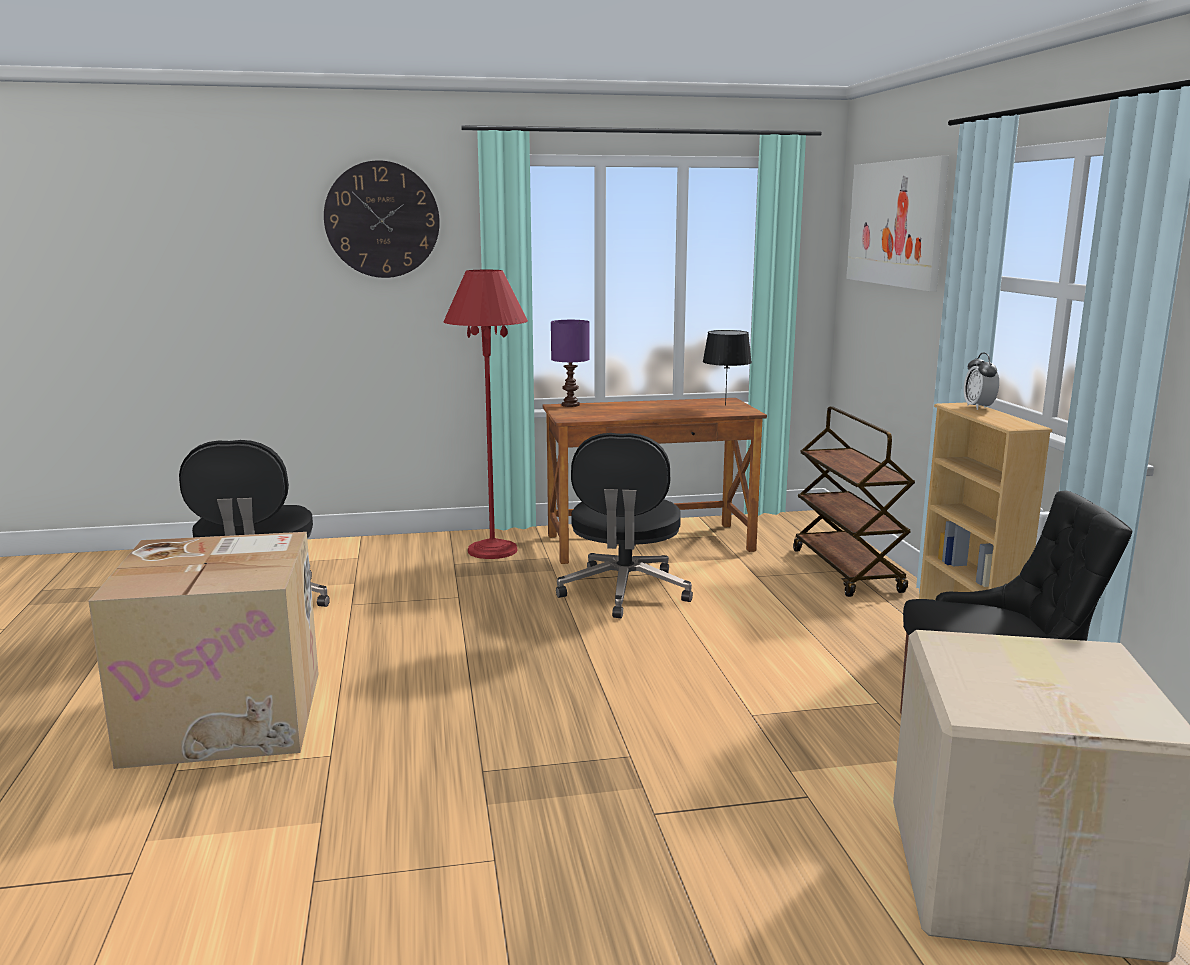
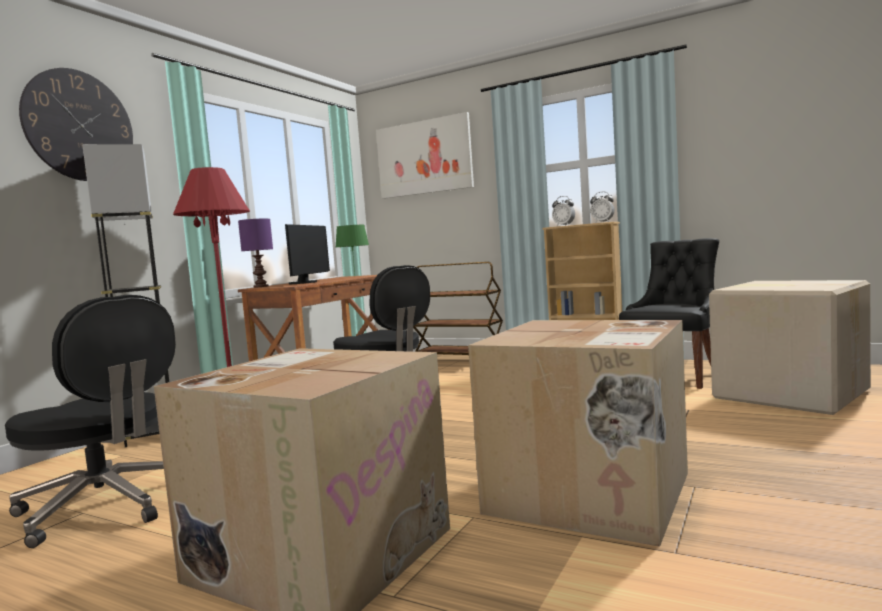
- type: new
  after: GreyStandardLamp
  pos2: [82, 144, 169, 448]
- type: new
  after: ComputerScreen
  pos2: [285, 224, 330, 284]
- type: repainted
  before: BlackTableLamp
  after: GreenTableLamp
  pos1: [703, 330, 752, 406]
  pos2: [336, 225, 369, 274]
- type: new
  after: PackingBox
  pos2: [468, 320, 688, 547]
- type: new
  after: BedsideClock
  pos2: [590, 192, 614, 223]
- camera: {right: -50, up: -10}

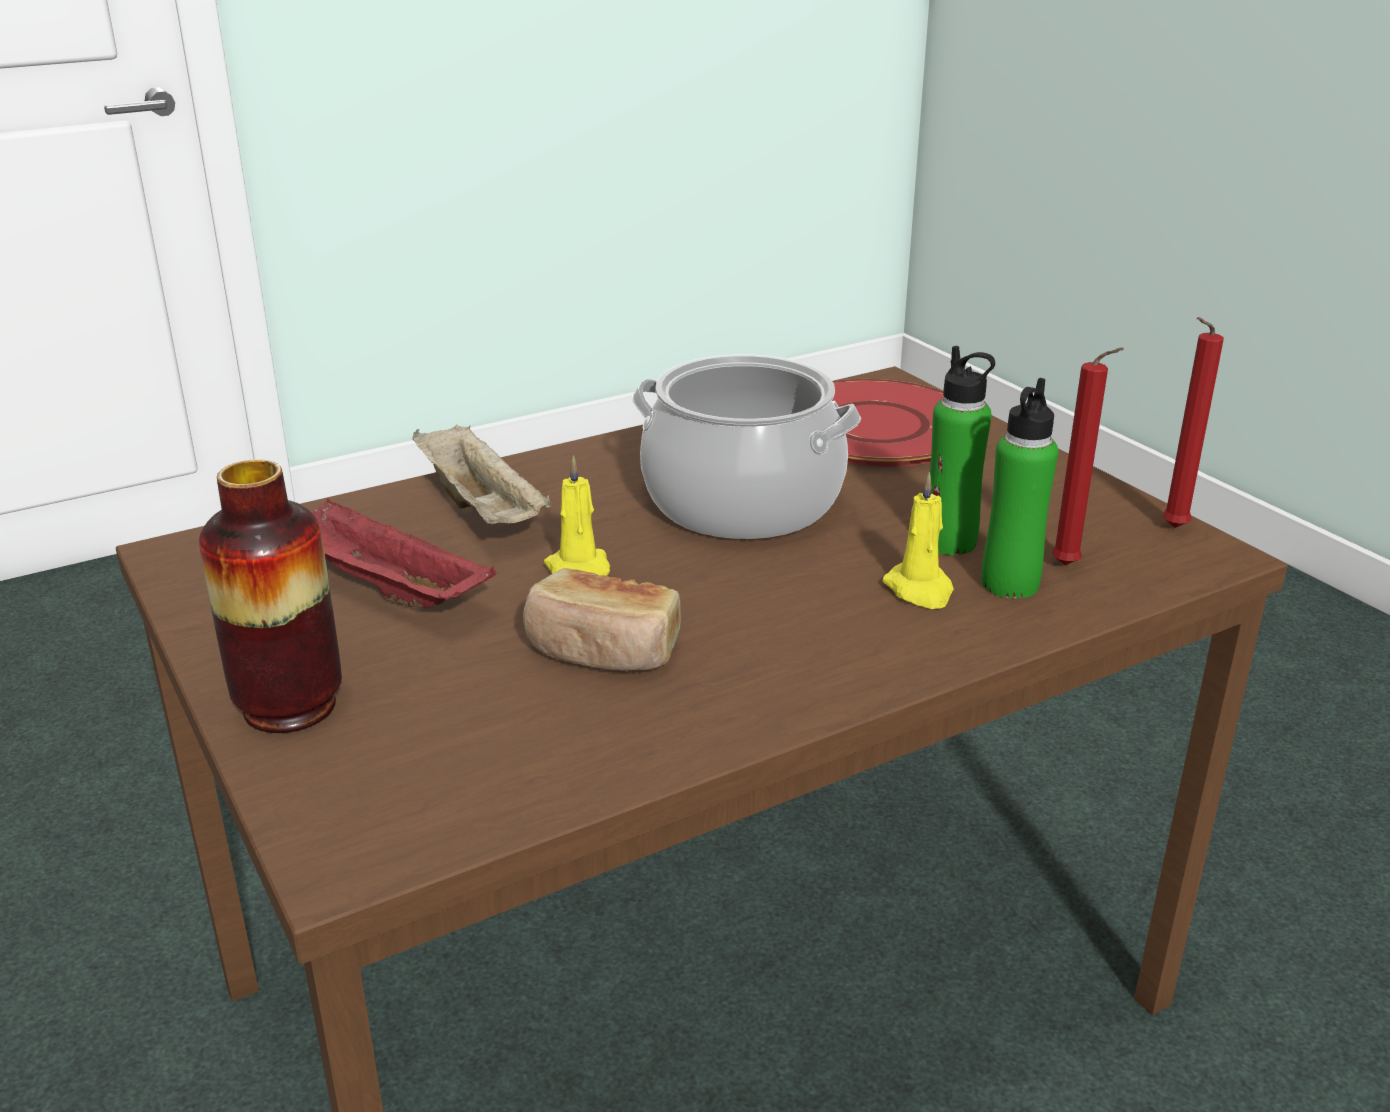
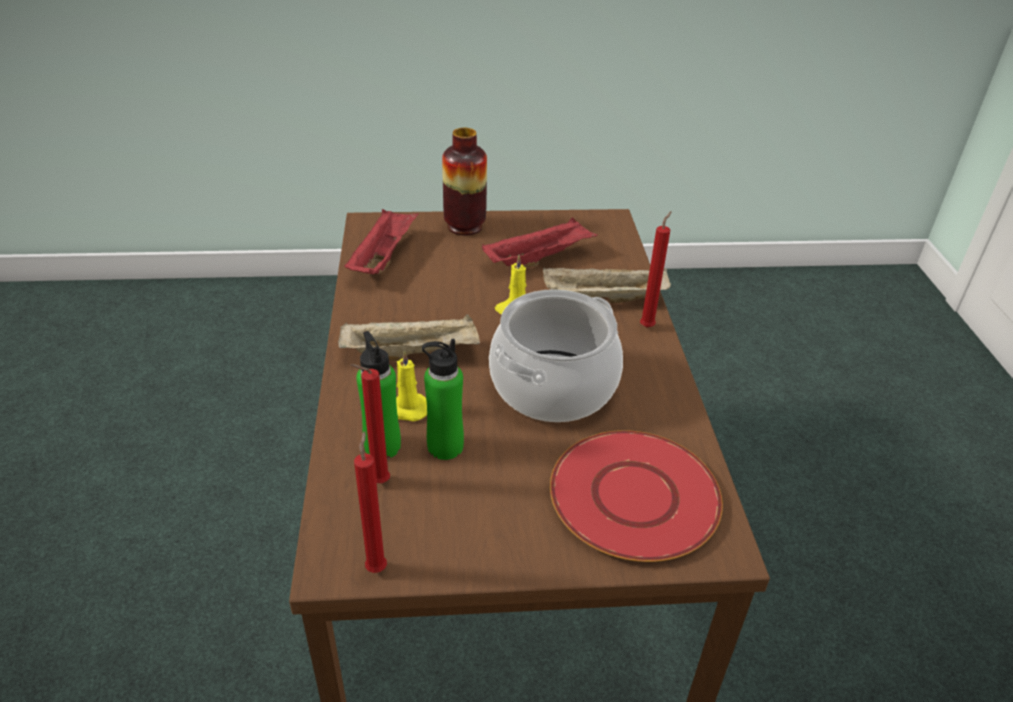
- type: new
  after: SandColouredTray
  pos2: [338, 314, 480, 361]
- type: new
  after: ReddishTray
  pos2: [344, 209, 418, 274]
- type: new
  after: ReddishWaxCandle
  pos2: [640, 211, 672, 328]
- type: gone
  before: BakeryBread
  pos1: [523, 568, 681, 671]
- camera: {right: 115, up: 10}

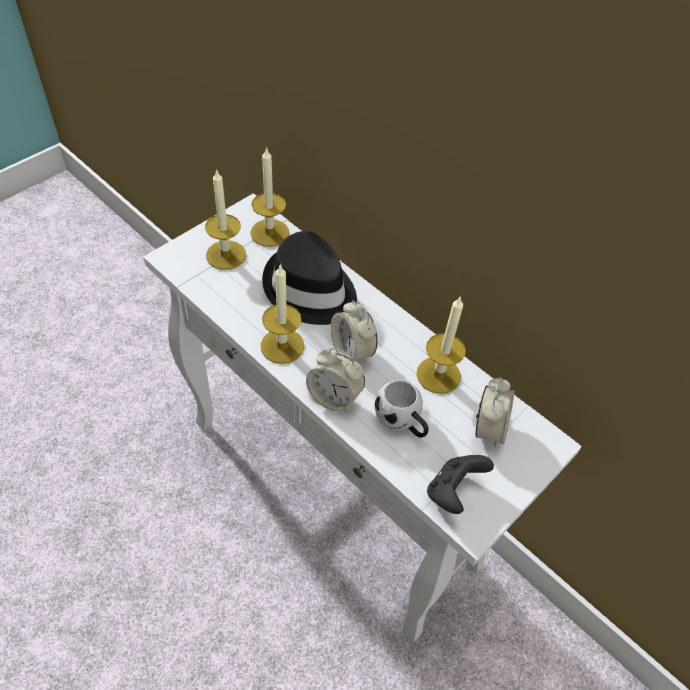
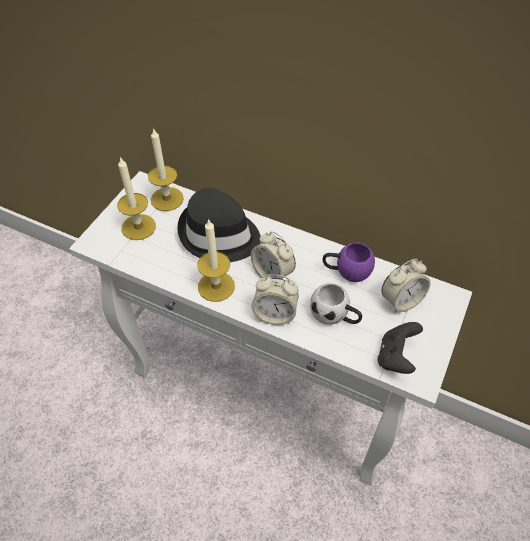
- type: swapped
  before: WaxCandle
  after: PurpleColouredMug
  pos1: [416, 297, 466, 394]
  pos2: [323, 242, 375, 282]
- type: rotated
  before: BedsideClock
  pos1: [476, 377, 514, 448]
  pos2: [381, 259, 431, 313]
  turn: 60
- camera: {right: -15, up: 0}

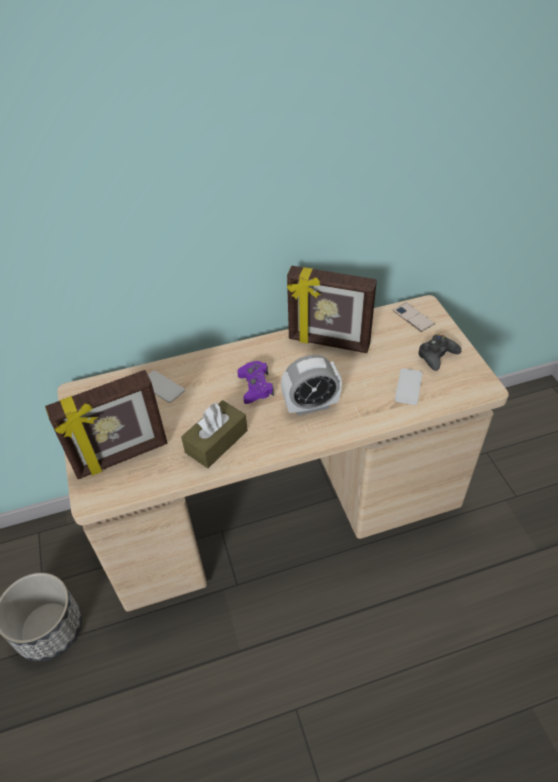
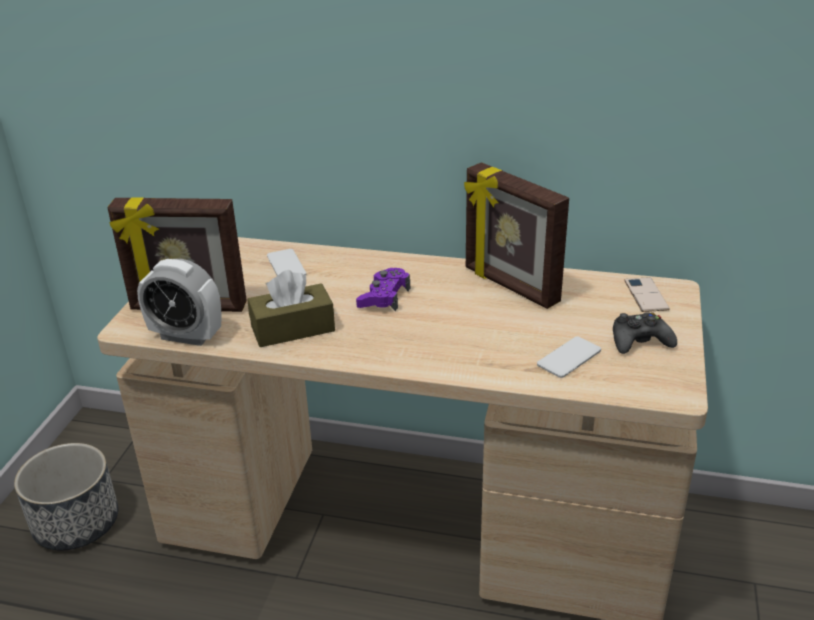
- type: shifted
  before: BedsideClock
  pos1: [281, 355, 342, 415]
  pos2: [137, 259, 222, 346]
- camera: {right: 30, up: -15}

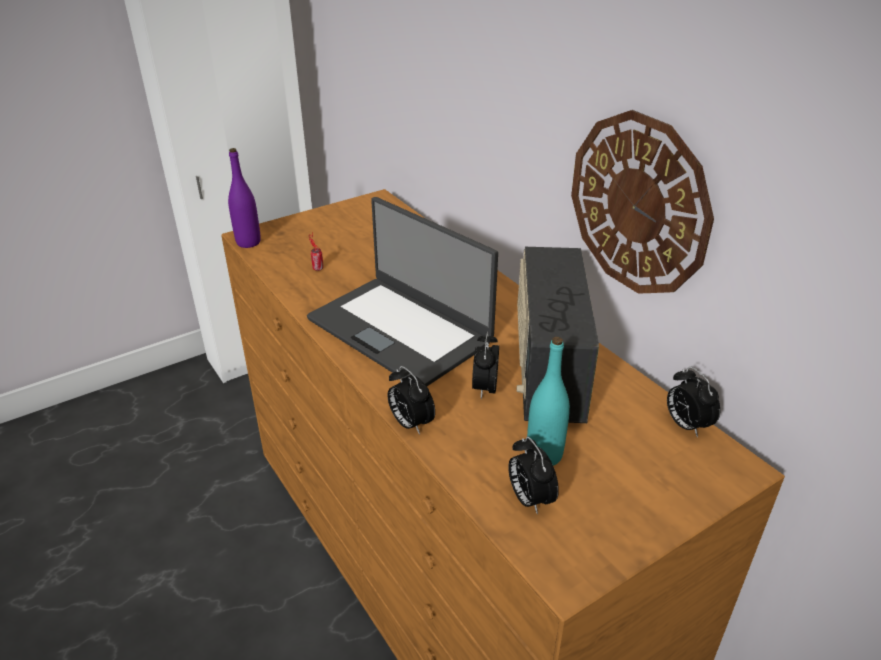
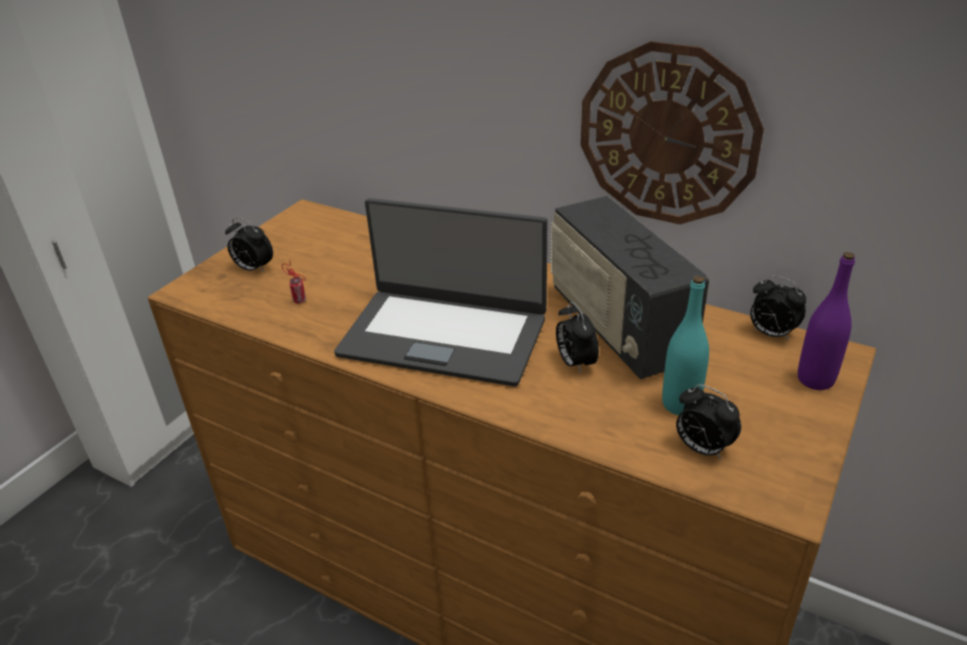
- type: shifted
  before: BedsideClock
  pos1: [387, 366, 435, 435]
  pos2: [225, 218, 273, 273]
- type: shifted
  before: PurpleColouredBottle
  pos1: [228, 148, 261, 248]
  pos2: [798, 252, 855, 390]
- camera: {right: -25, up: 0}

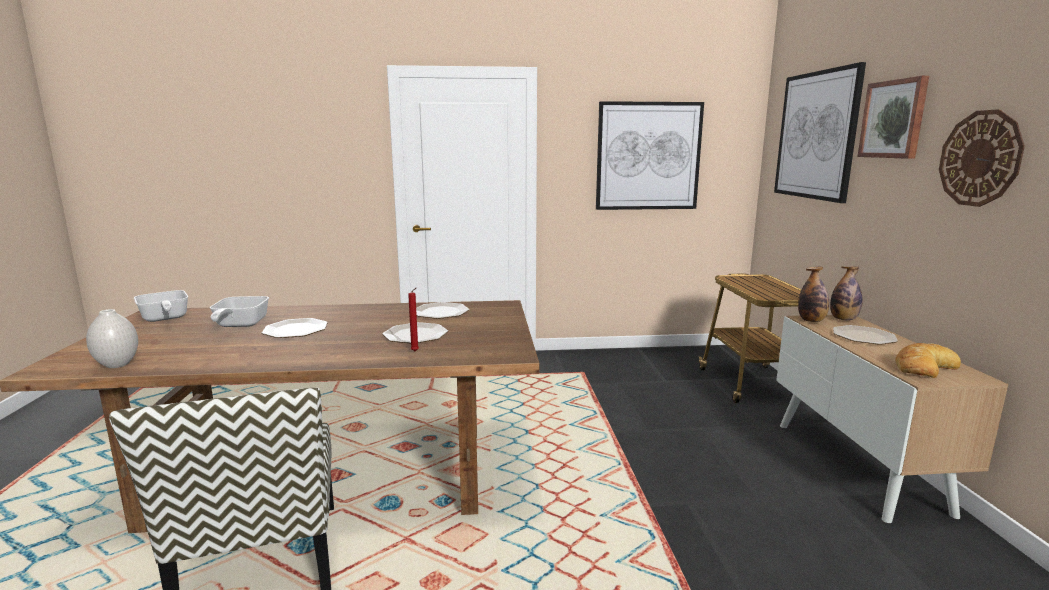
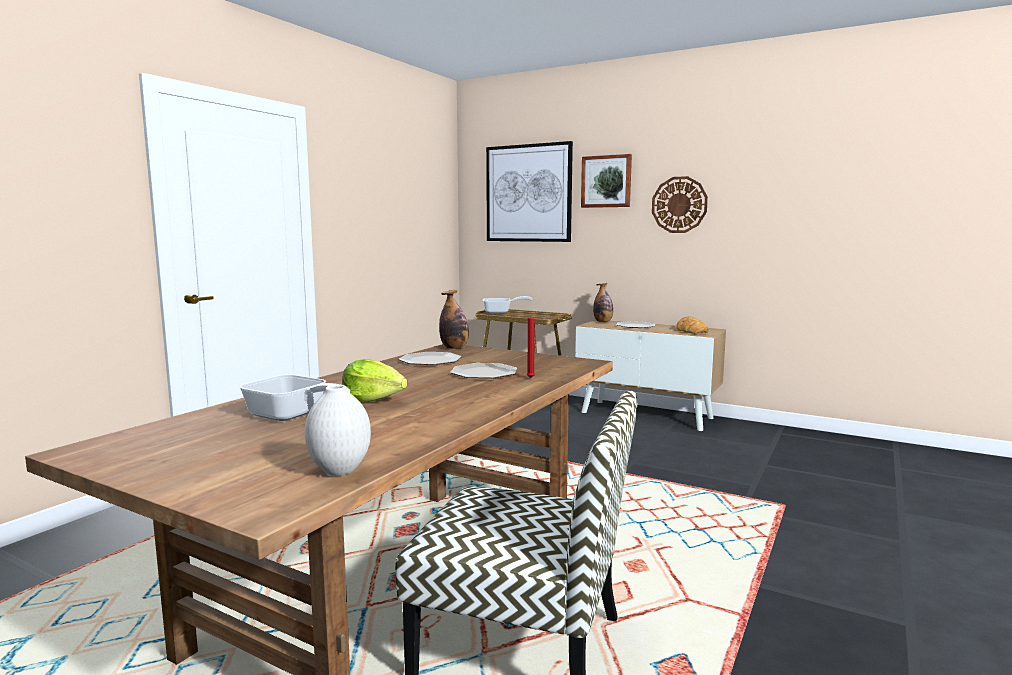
- type: swapped
  before: Plate
  after: HeadOfLettuce
  pos1: [262, 318, 328, 338]
  pos2: [342, 359, 407, 402]
- type: shifted
  before: Bottle
  pos1: [798, 267, 829, 322]
  pos2: [439, 290, 469, 349]
- type: shifted
  before: Skillet
  pos1: [134, 290, 188, 322]
  pos2: [483, 296, 533, 313]
- type: gone
  before: Picture
  pos1: [596, 101, 704, 210]
- camera: {right: -55, up: -5}

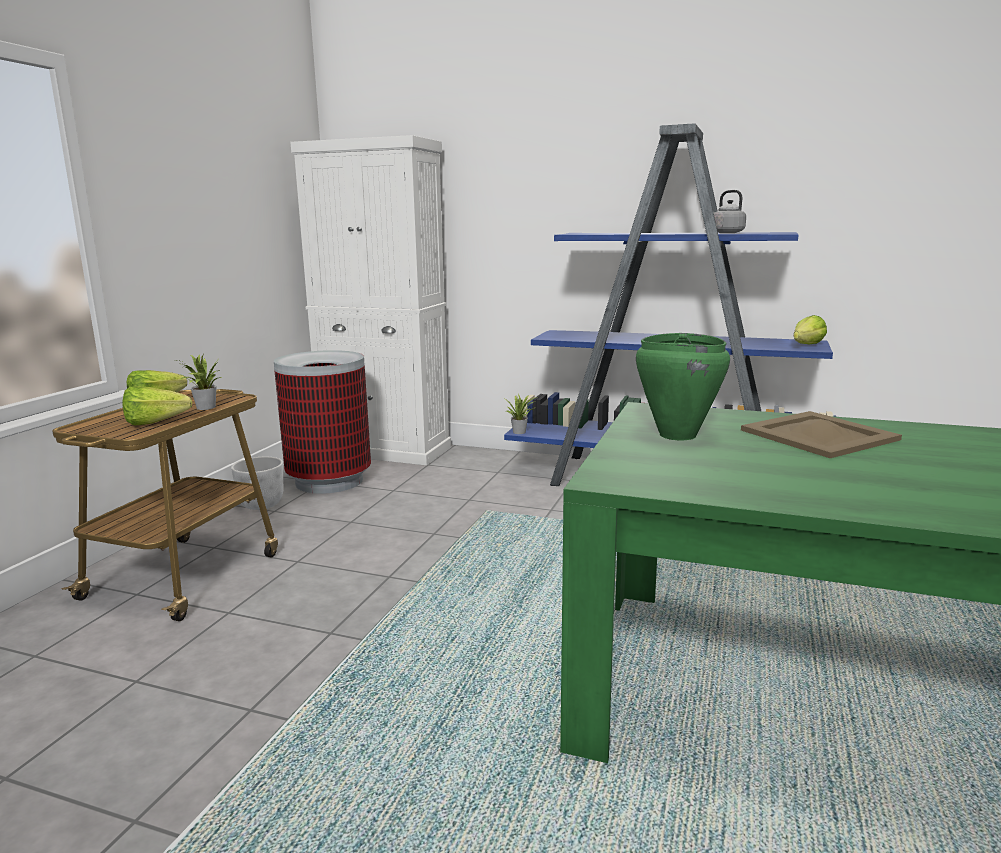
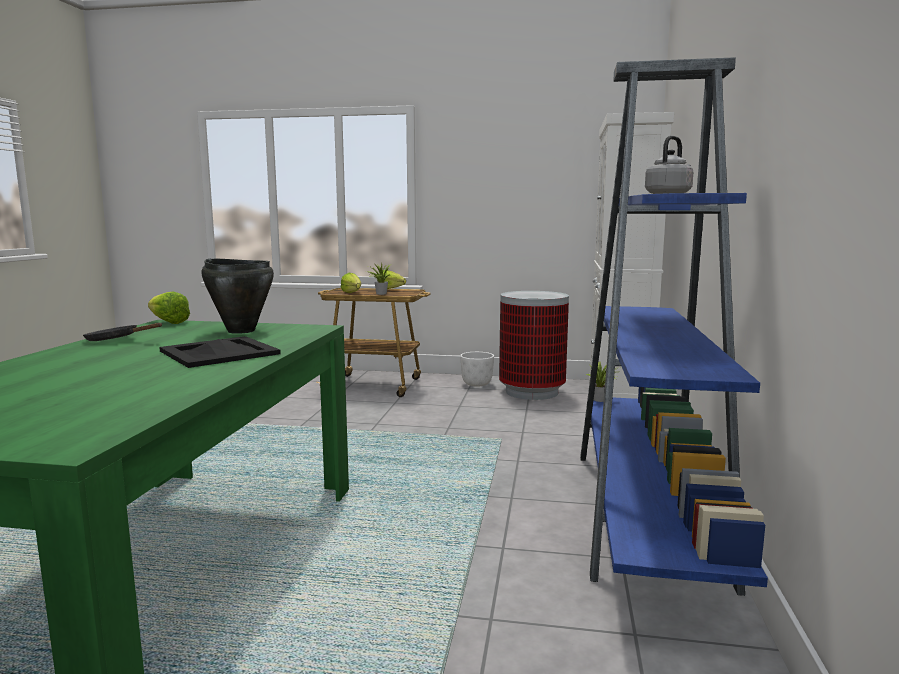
- type: new
  after: BlackSkillet
  pos2: [83, 323, 162, 341]
- type: shifted
  before: HeadOfLettuce
  pos1: [794, 315, 827, 345]
  pos2: [148, 292, 190, 324]
- type: repainted
  before: SandColouredTray
  after: BlackTray
  pos1: [741, 411, 902, 458]
  pos2: [159, 336, 281, 368]
- type: repainted
  before: GreenSaucepot
  after: BlackSaucepot
  pos1: [636, 333, 730, 440]
  pos2: [201, 259, 274, 334]
- camera: {right: 80, up: -5}

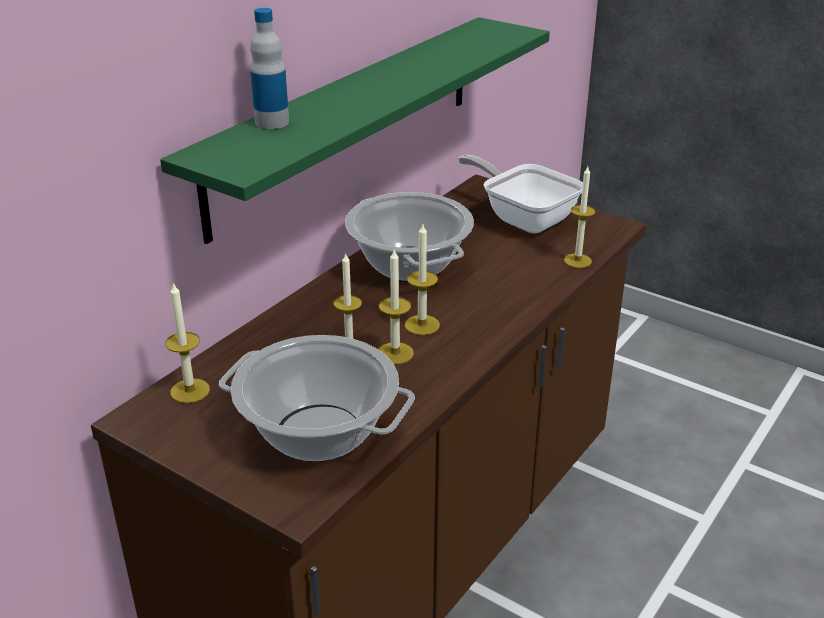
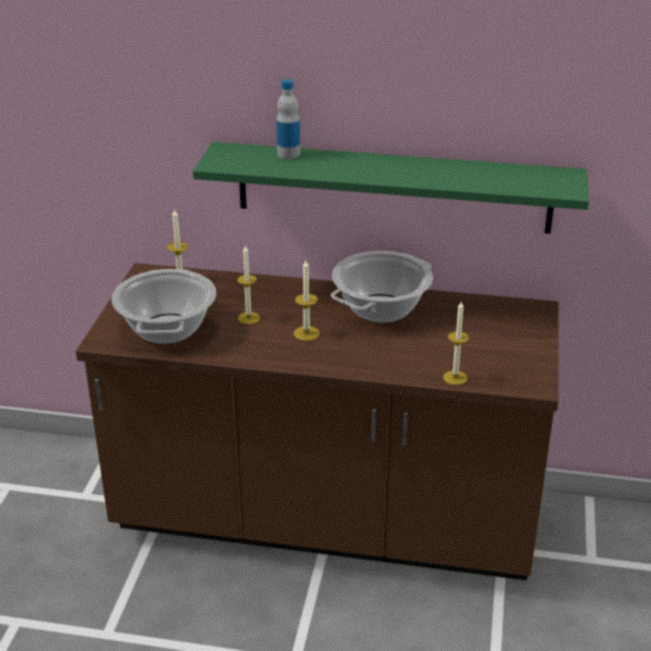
- type: gone
  before: WaxCandle
  pos1: [378, 249, 414, 364]
- type: gone
  before: Skillet
  pos1: [458, 155, 583, 233]
- camera: {right: 65, up: 0}

